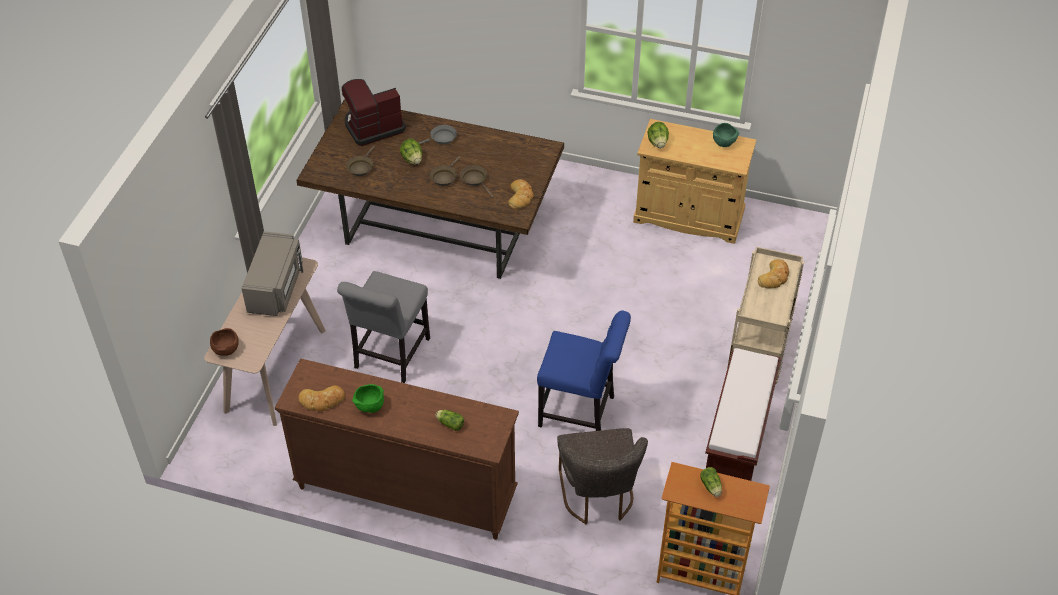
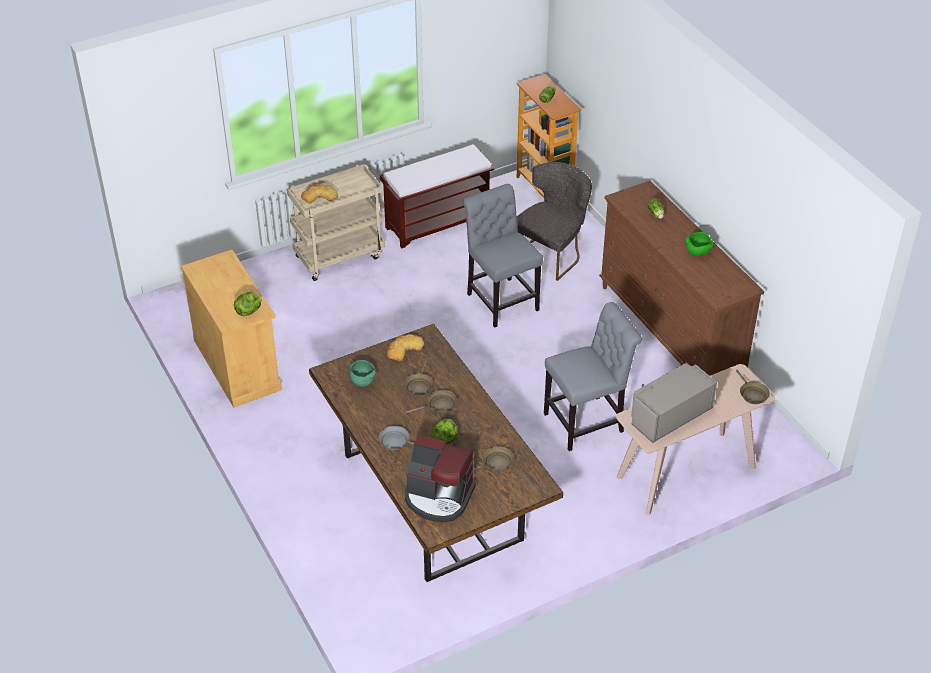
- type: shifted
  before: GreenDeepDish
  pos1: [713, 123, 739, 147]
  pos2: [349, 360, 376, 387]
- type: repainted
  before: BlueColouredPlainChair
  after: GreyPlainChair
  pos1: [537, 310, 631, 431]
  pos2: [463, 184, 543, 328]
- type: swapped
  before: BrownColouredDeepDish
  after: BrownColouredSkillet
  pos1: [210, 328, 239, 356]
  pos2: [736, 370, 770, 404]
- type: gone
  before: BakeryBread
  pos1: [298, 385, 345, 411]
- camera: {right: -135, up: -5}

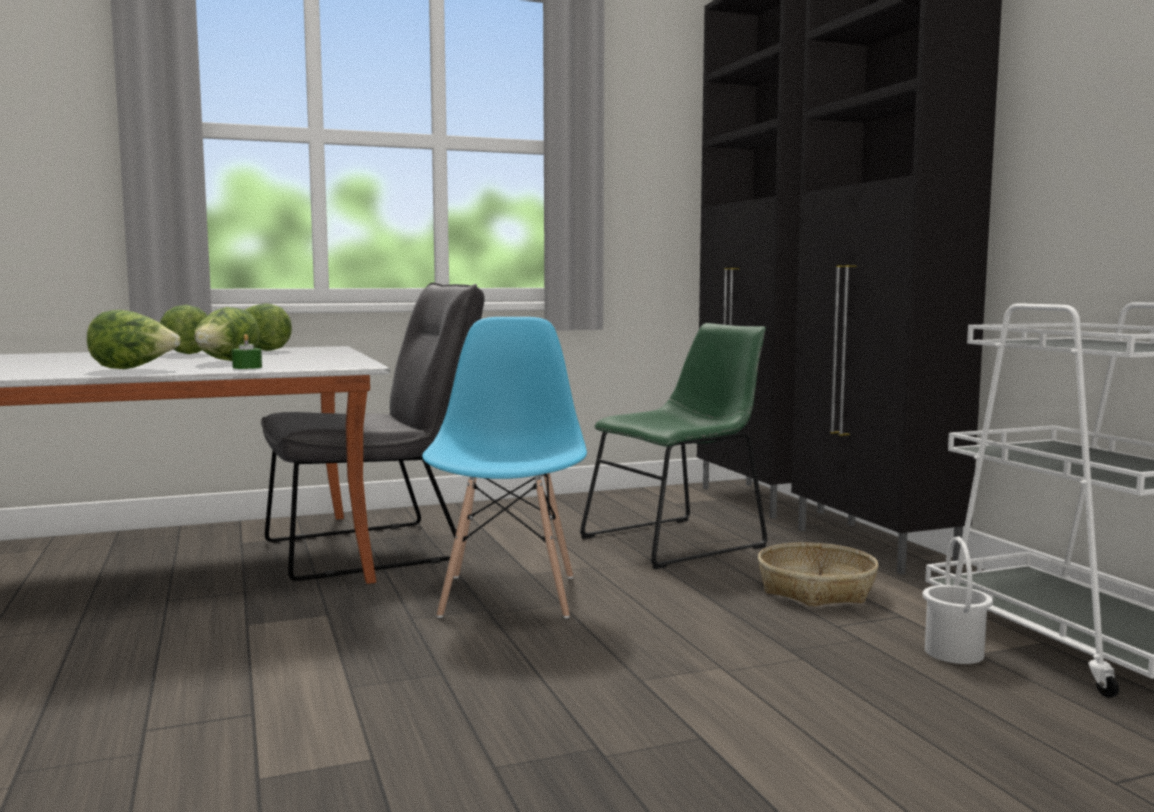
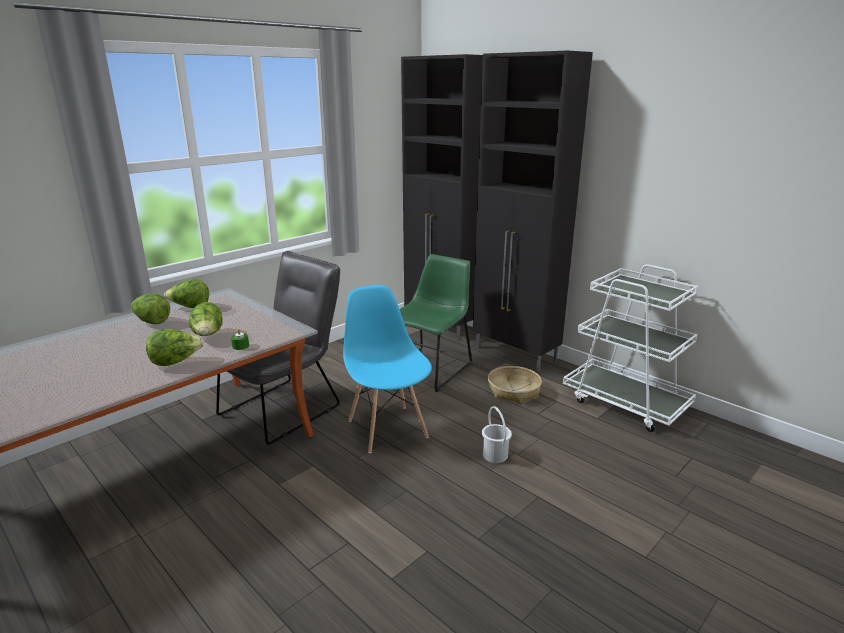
- type: shifted
  before: WhiteColouredBucket
  pos1: [923, 536, 993, 664]
  pos2: [482, 406, 512, 463]
- camera: {right: -25, up: 15}

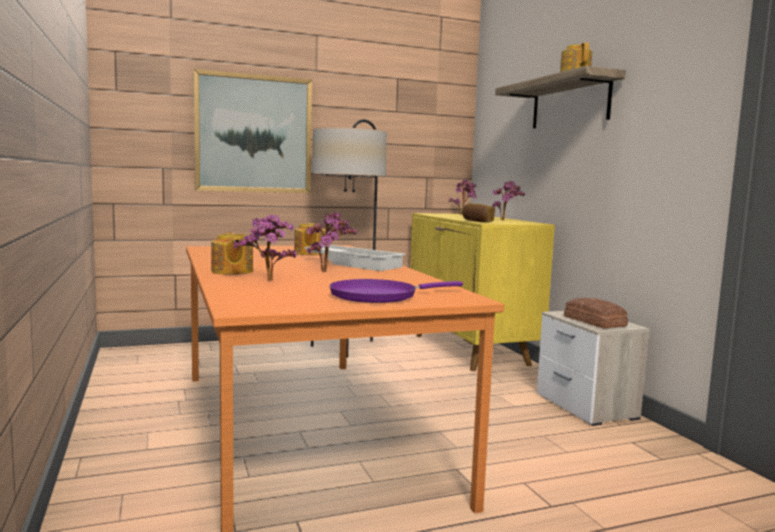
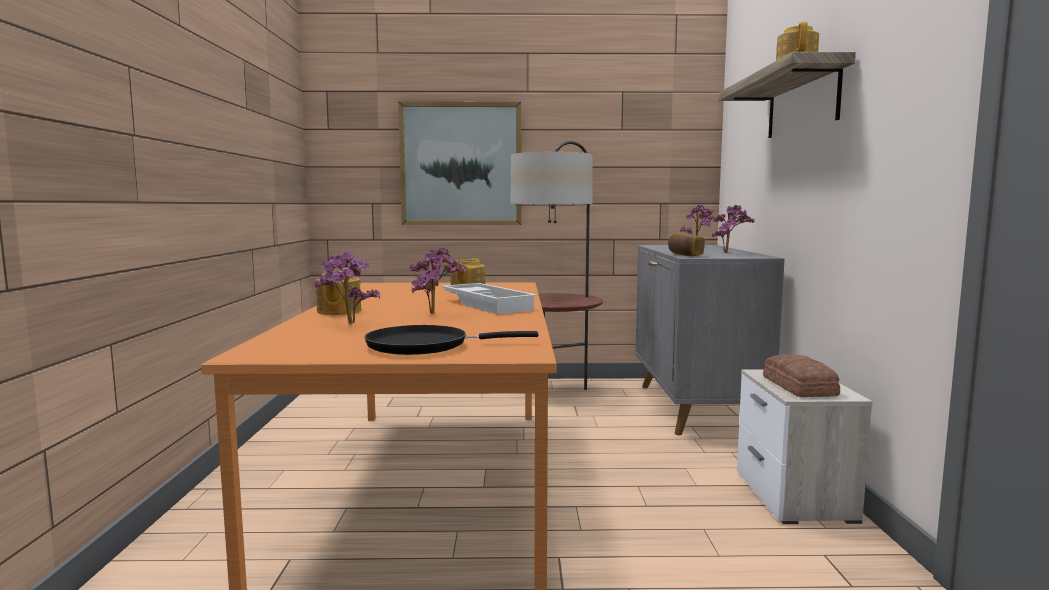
- type: repainted
  before: PurpleColouredSkillet
  after: BlackSkillet
  pos1: [330, 279, 463, 303]
  pos2: [364, 325, 538, 355]
- type: repainted
  before: YellowColouredStorageCabinet
  after: GreyStorageCabinet
  pos1: [410, 213, 555, 371]
  pos2: [635, 245, 785, 435]
- camera: {right: 20, up: 0}

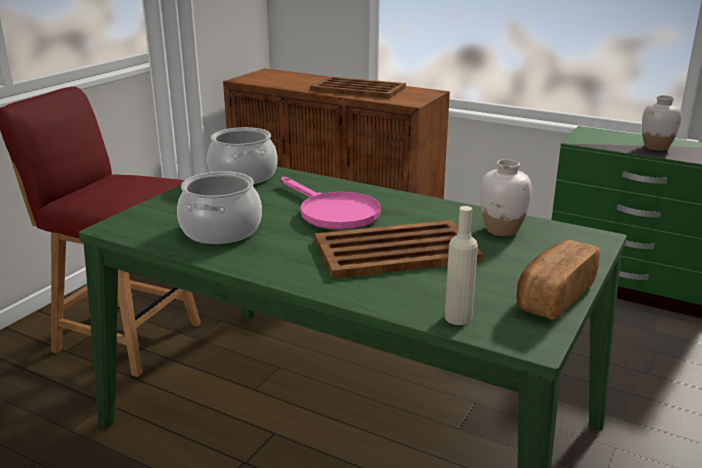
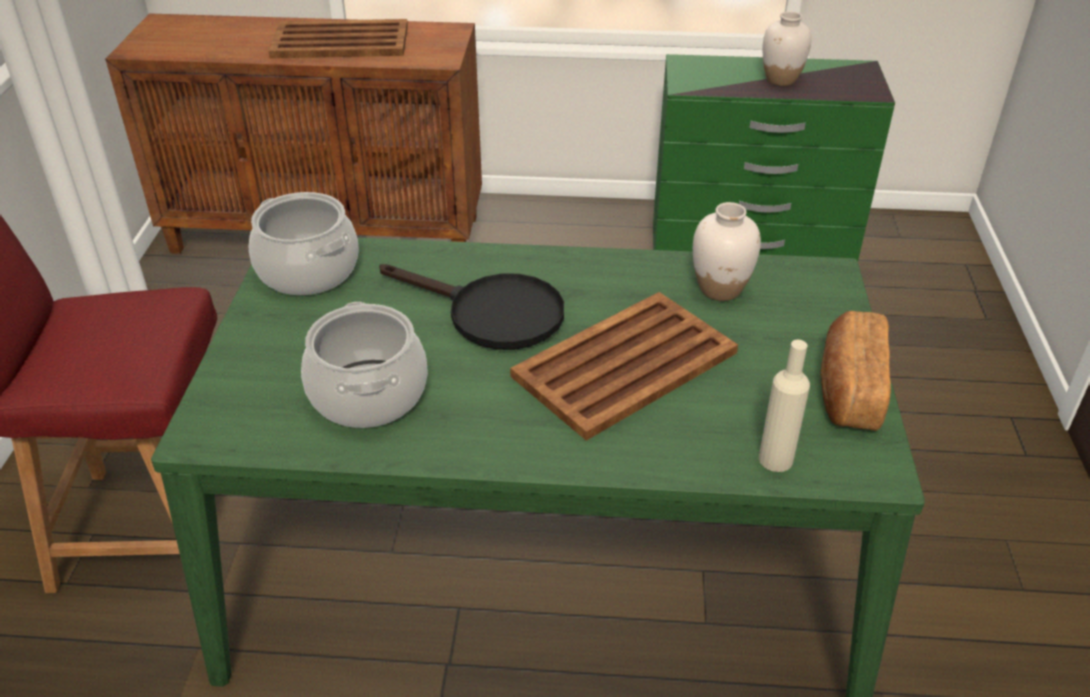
- type: repainted
  before: PinkishSkillet
  after: BlackSkillet
  pos1: [281, 177, 381, 230]
  pos2: [379, 264, 564, 350]
- camera: {right: -25, up: 15}

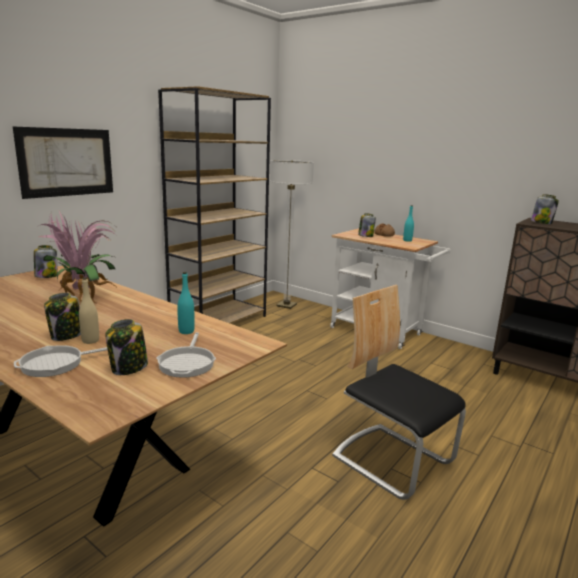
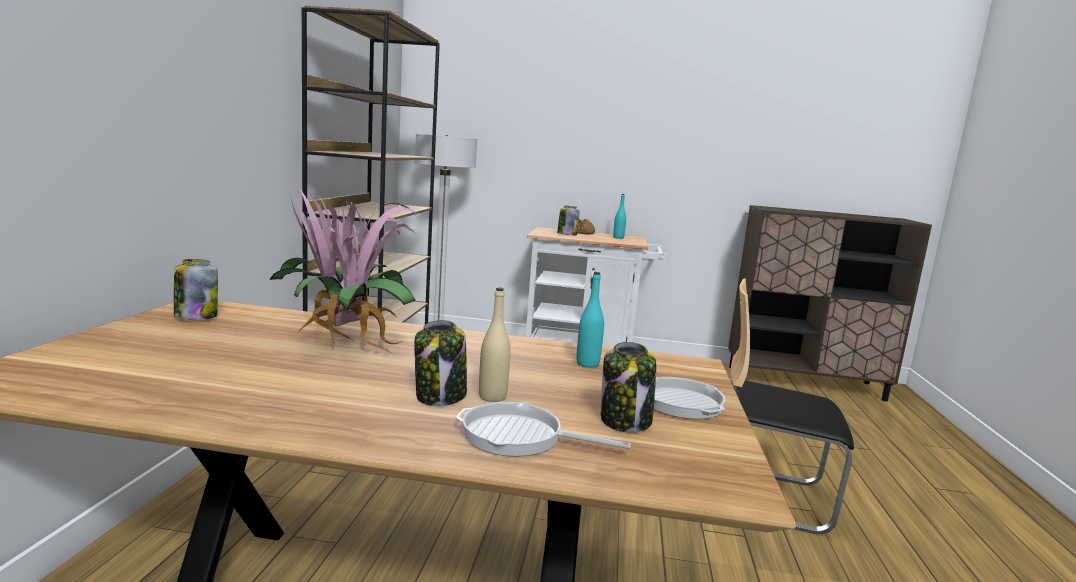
- type: rotated
  before: Skillet
  pos1: [14, 345, 108, 377]
  pos2: [456, 402, 631, 457]
  turn: 75
- type: gone
  before: Picture
  pos1: [13, 127, 113, 199]
- type: gone
  before: PreserveJar
  pos1: [531, 194, 559, 224]
- camera: {right: -30, up: -5}

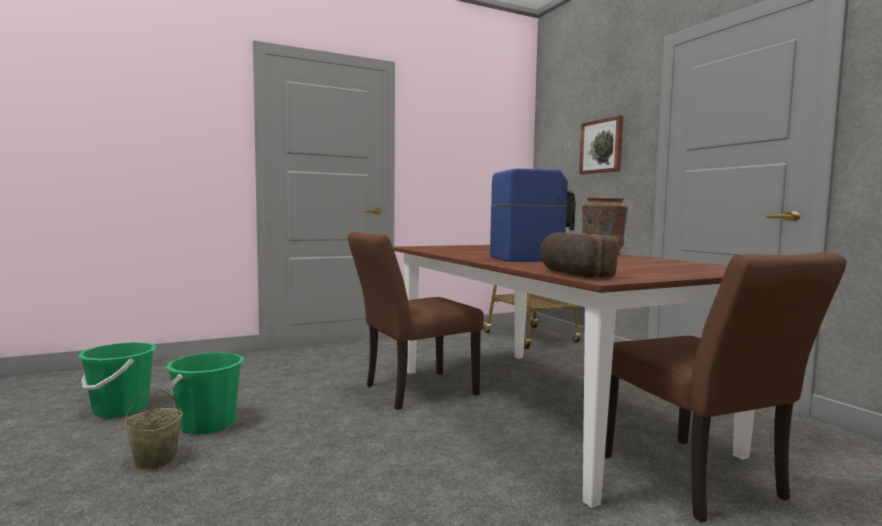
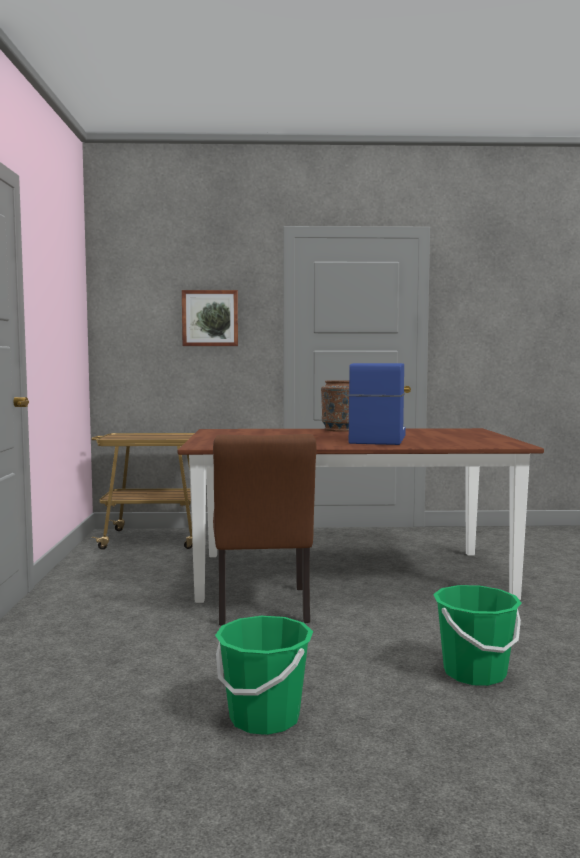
- type: shifted
  before: GreenBucket
  pos1: [78, 342, 156, 418]
  pos2: [433, 585, 522, 686]
- type: gone
  before: SandColouredBucket
  pos1: [124, 388, 183, 470]
- type: gone
  before: BakeryBread
  pos1: [540, 232, 618, 278]
- type: gone
  before: BrownColouredPlainChair
  pos1: [605, 252, 846, 522]
- camera: {right: -65, up: 0}

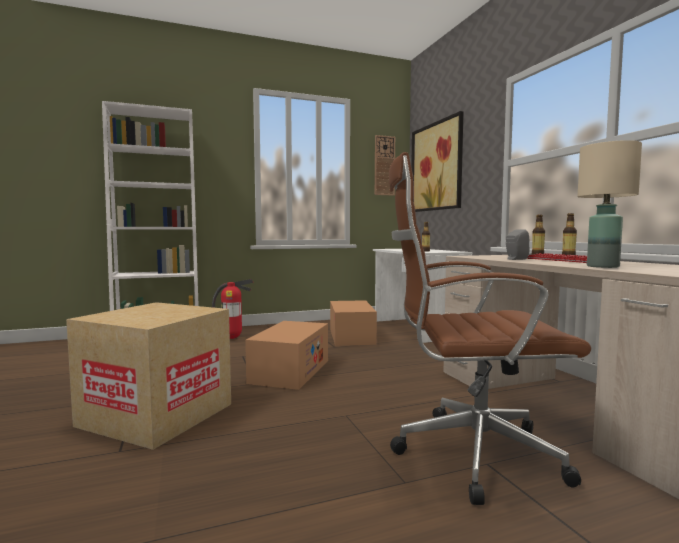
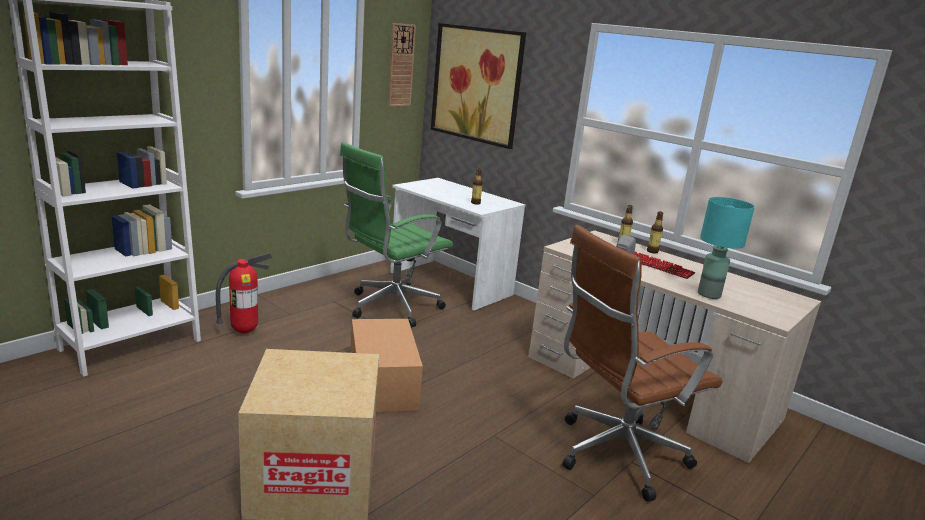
- type: swapped
  before: PackingBox
  after: GreenDeskChair
  pos1: [330, 300, 377, 346]
  pos2: [340, 142, 453, 328]
- type: repainted
  before: SandColouredTableLamp
  after: BlueGreenTableLamp
  pos1: [578, 140, 642, 268]
  pos2: [698, 197, 755, 299]
- camera: {right: -30, up: 15}

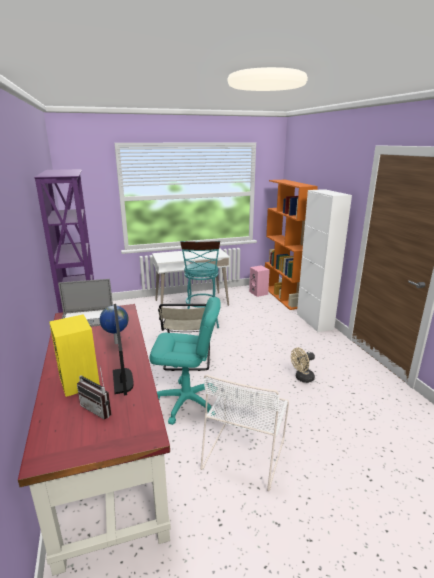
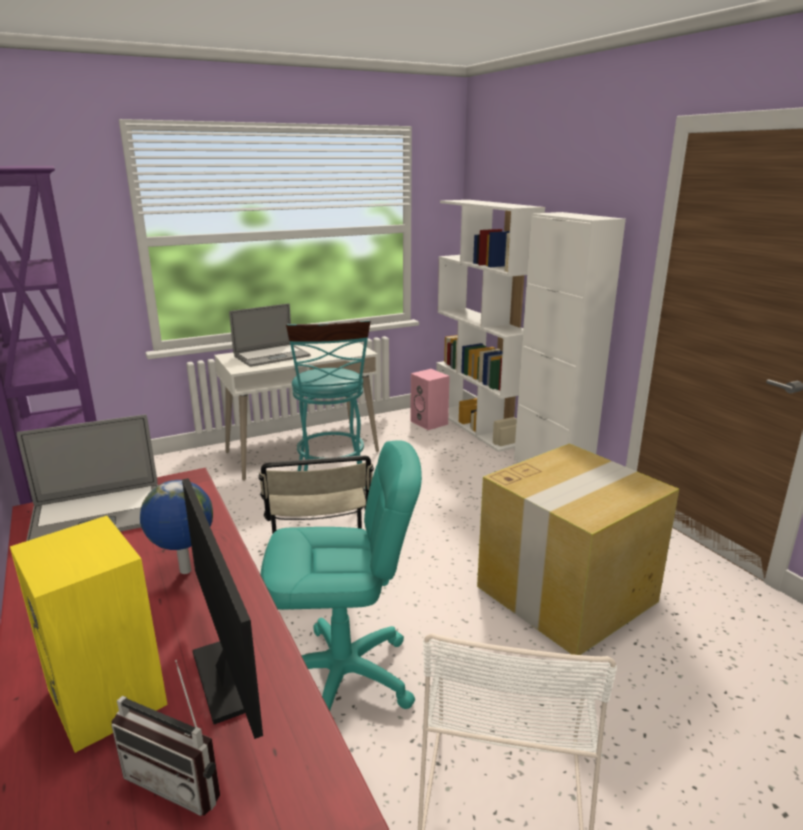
- type: new
  after: Laptop
  pos2: [229, 303, 311, 367]
- type: repainted
  before: OrangeColouredBookcase
  after: WhiteColouredBookcase
  pos1: [265, 180, 318, 310]
  pos2: [436, 200, 545, 452]
- type: swapped
  before: SandColouredCoolingFan
  after: PackingBox
  pos1: [291, 348, 315, 383]
  pos2: [477, 443, 679, 655]
- camera: {right: -10, up: 0}

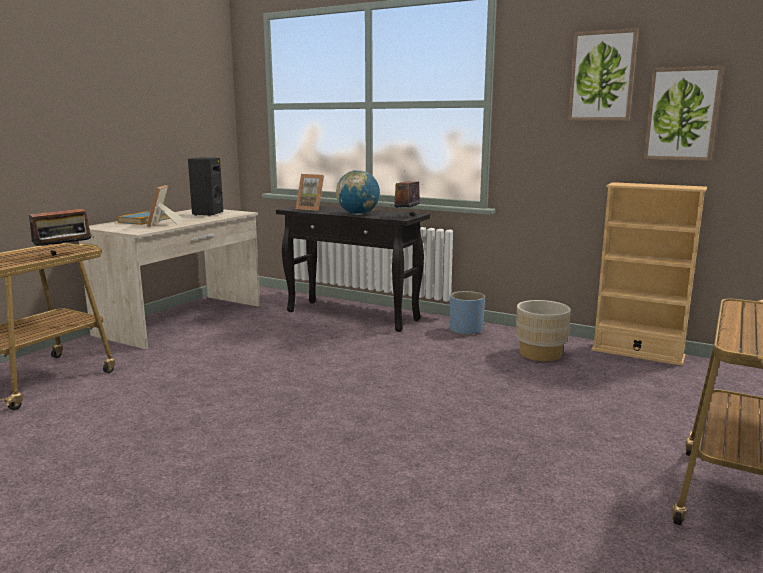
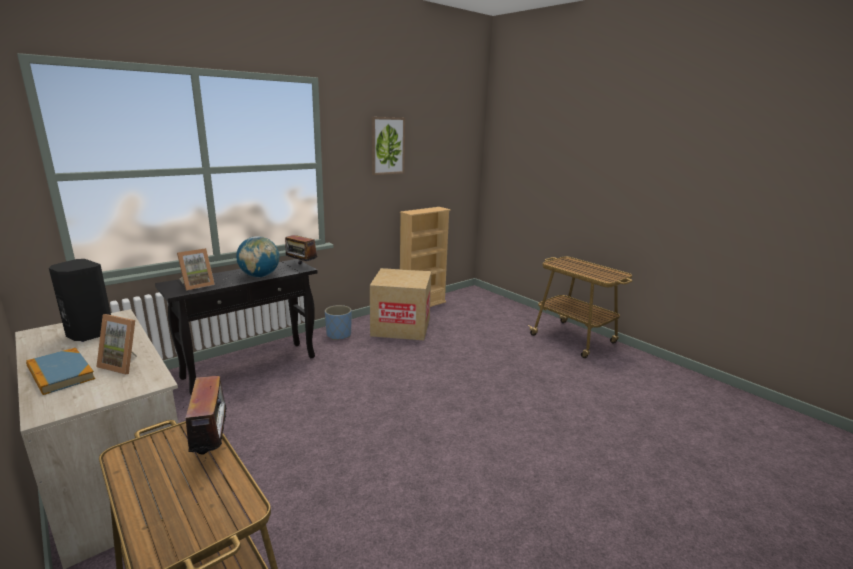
- type: swapped
  before: SandColouredPlantPot
  after: PackingBox
  pos1: [516, 300, 571, 361]
  pos2: [370, 268, 431, 340]
- type: gone
  before: Picture
  pos1: [643, 66, 723, 161]
- camera: {right: -70, up: 5}

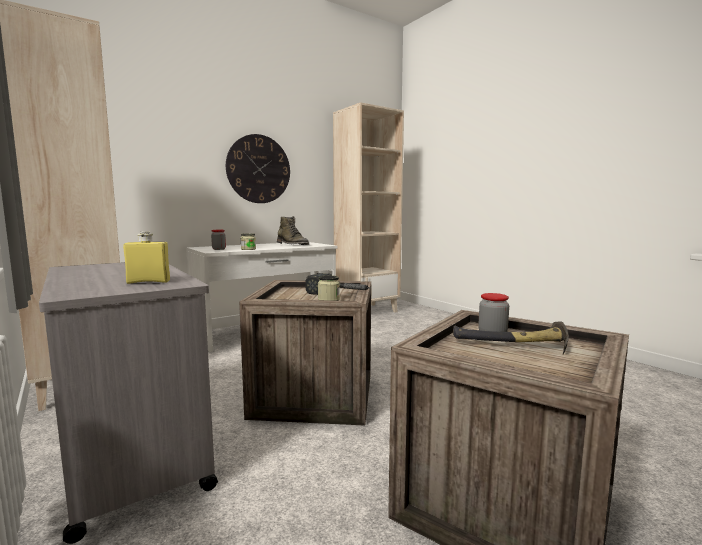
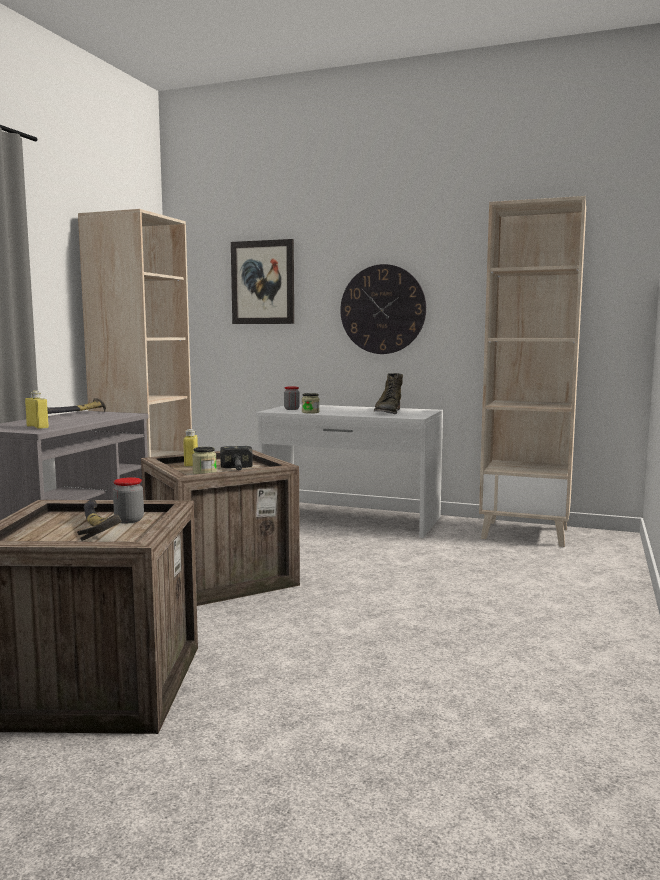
- type: new
  after: ToolHammer
  pos2: [47, 398, 106, 414]
- type: new
  after: YellowColouredBottle
  pos2: [183, 429, 198, 467]
- type: new
  after: Picture
  pos2: [231, 239, 294, 324]
- camera: {right: 55, up: 0}

